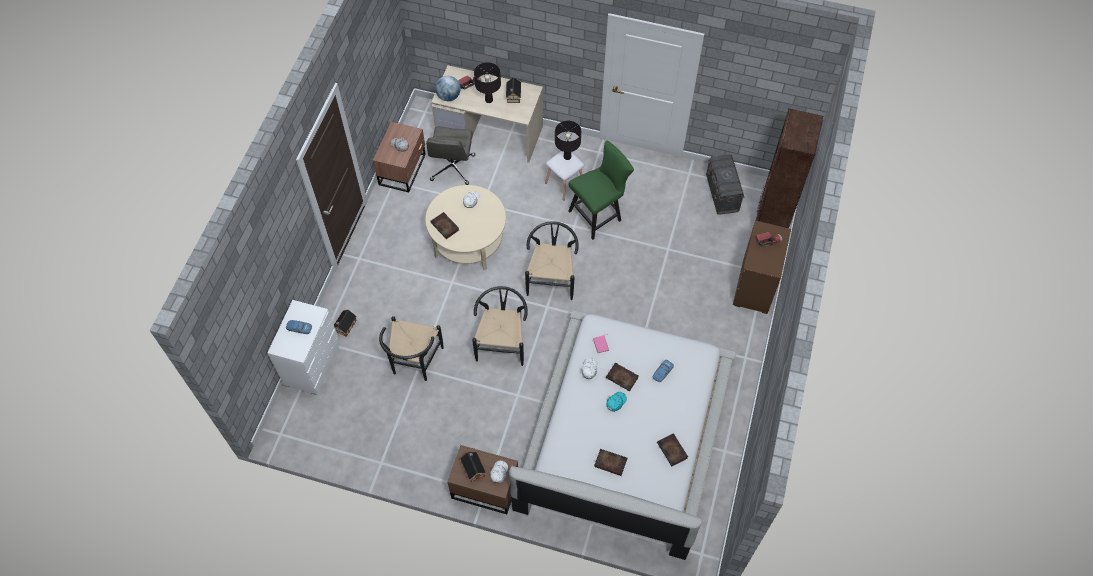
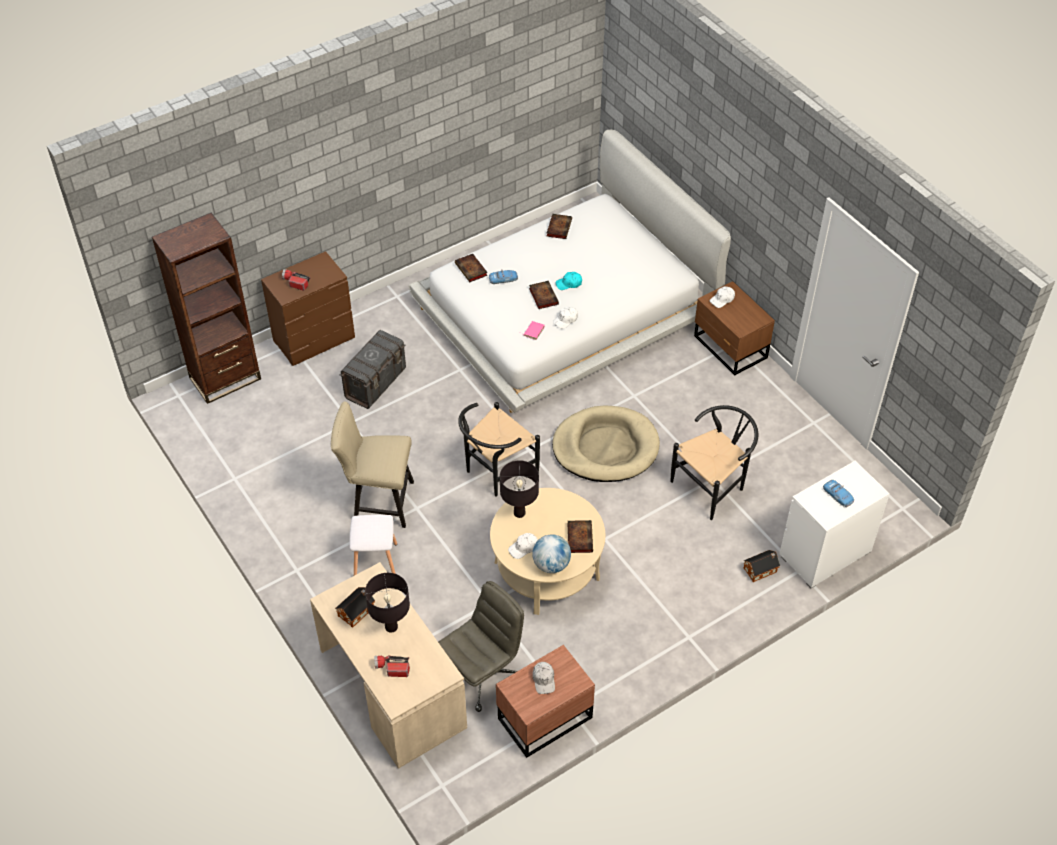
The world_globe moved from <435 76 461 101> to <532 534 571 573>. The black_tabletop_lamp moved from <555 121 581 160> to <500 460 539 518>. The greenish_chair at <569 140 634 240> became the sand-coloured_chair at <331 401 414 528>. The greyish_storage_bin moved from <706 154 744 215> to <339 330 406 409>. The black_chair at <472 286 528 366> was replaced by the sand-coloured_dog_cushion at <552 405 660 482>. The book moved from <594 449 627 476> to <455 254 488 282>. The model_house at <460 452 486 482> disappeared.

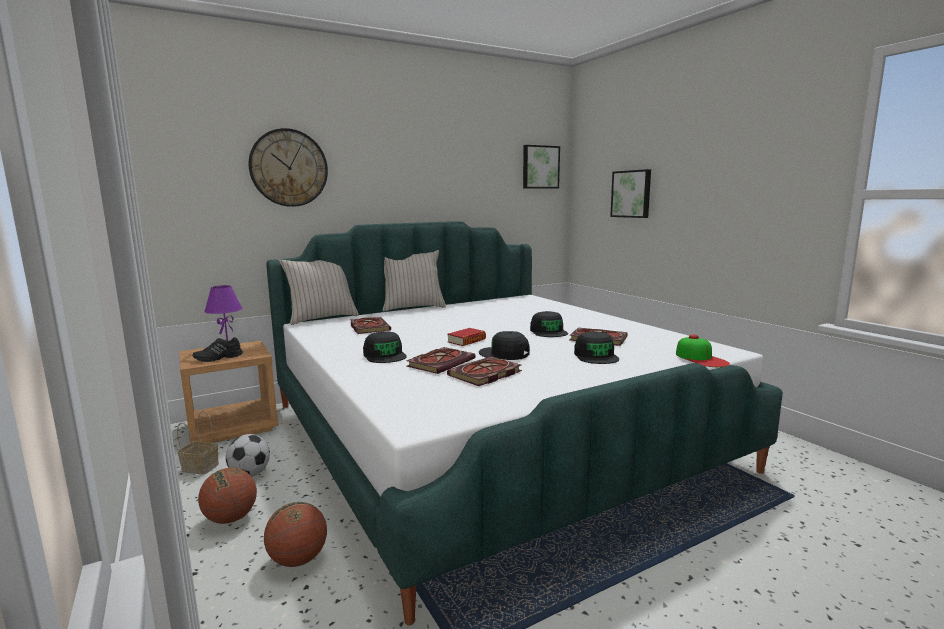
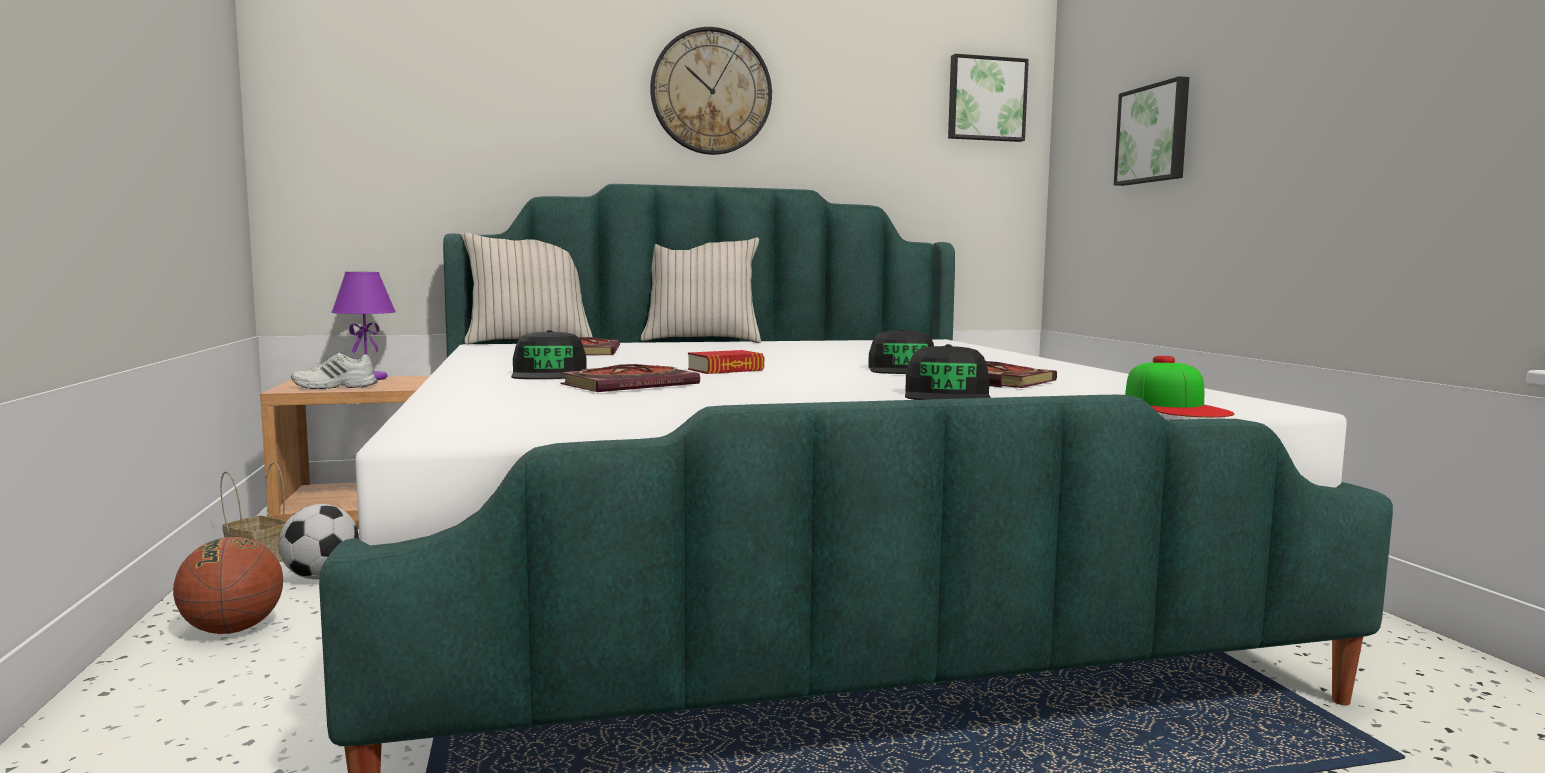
The wall_clock moved from <249 128 328 207> to <650 27 772 155>. The black_peaked_cap at <479 331 529 360> disappeared. The black_shoe at <192 337 243 362> became the white_shoe at <291 353 378 389>. The book at <447 356 522 386> disappeared. The basketball at <264 502 327 567> disappeared.

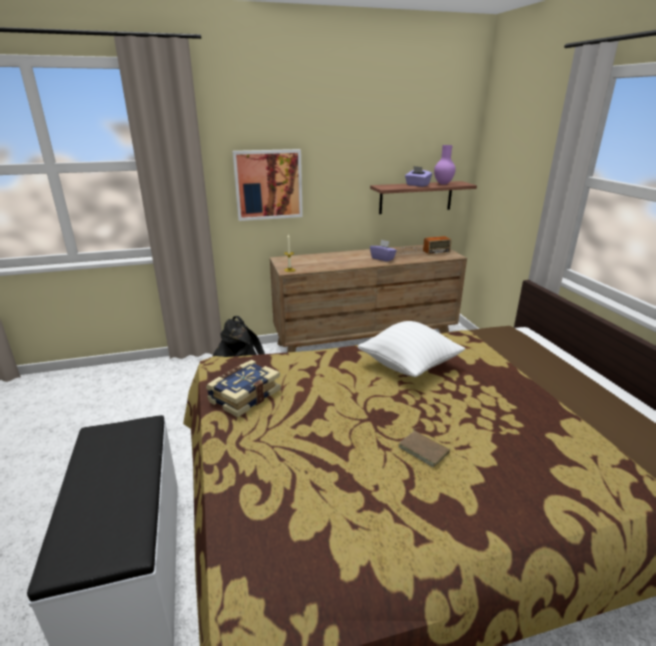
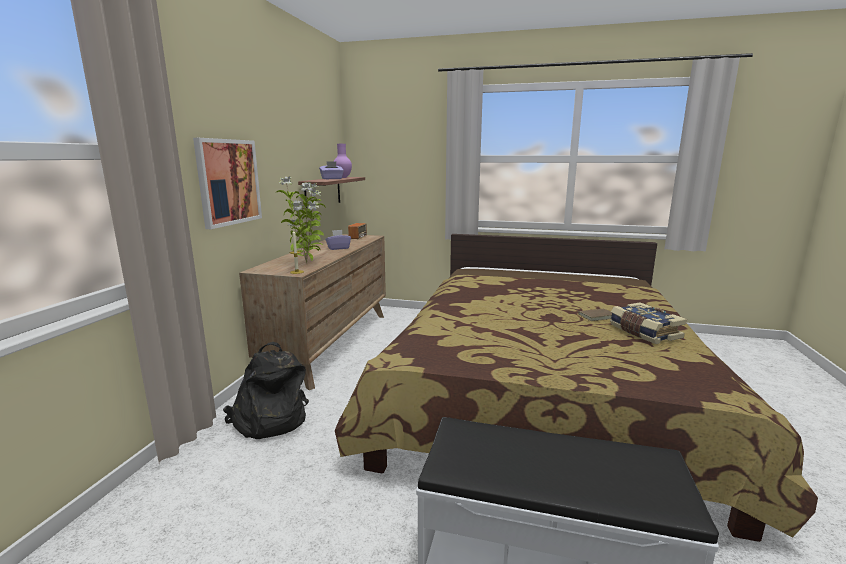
The white_pillow at <358 321 465 377> disappeared. The book moved from <206 360 281 418> to <610 302 687 344>. The plant_in_a_pot at <275 176 326 263> appeared.

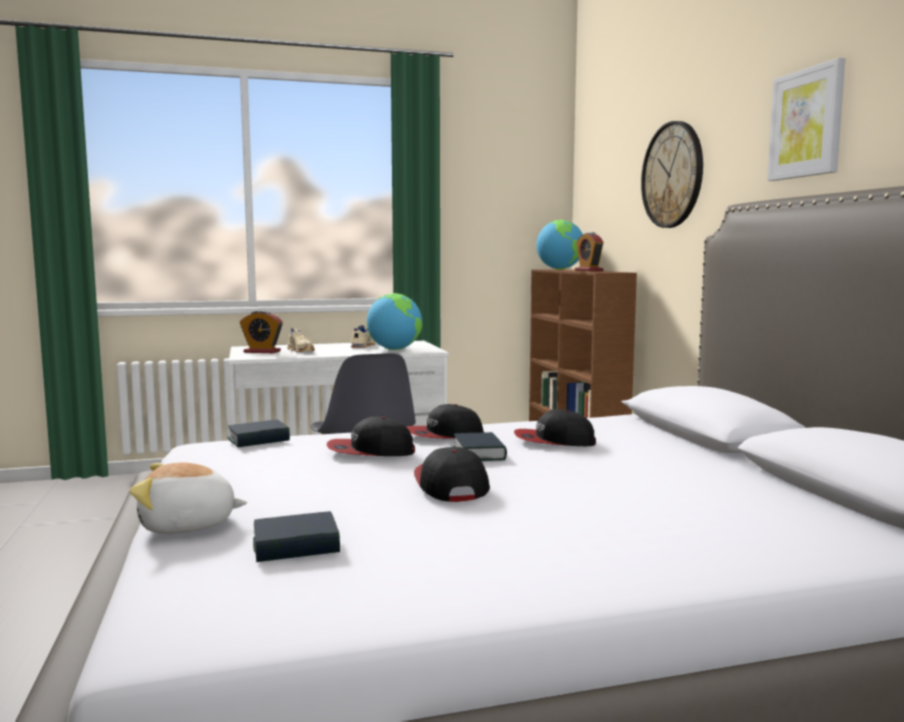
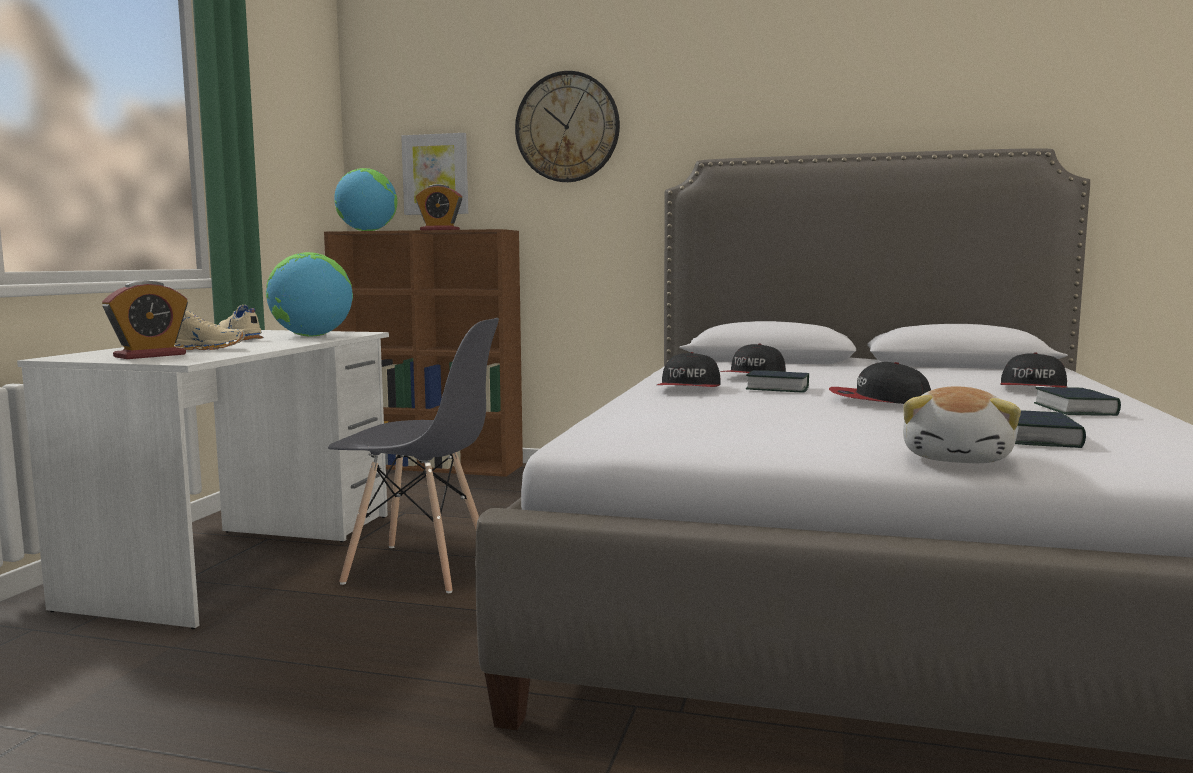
The picture moved from <767 58 845 181> to <401 133 468 215>. The peaked_cap moved from <327 417 415 456> to <1000 352 1067 387>. The book moved from <227 419 290 447> to <1034 387 1121 416>.

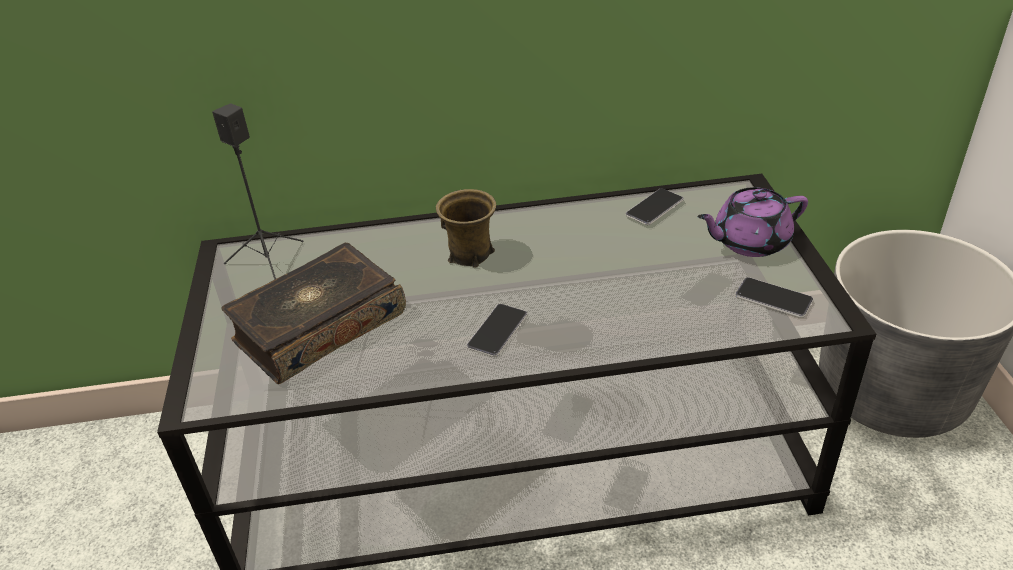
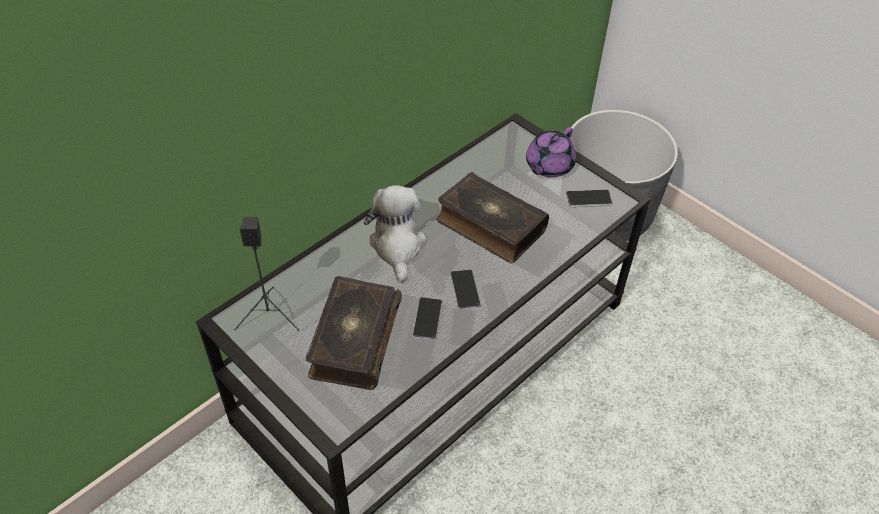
The phone moved from <626 188 684 225> to <412 297 443 340>. The brownish_coffee_mug at <436 189 496 268> was replaced by the plush_toy at <364 185 427 284>. The book at <436 172 549 263> appeared.

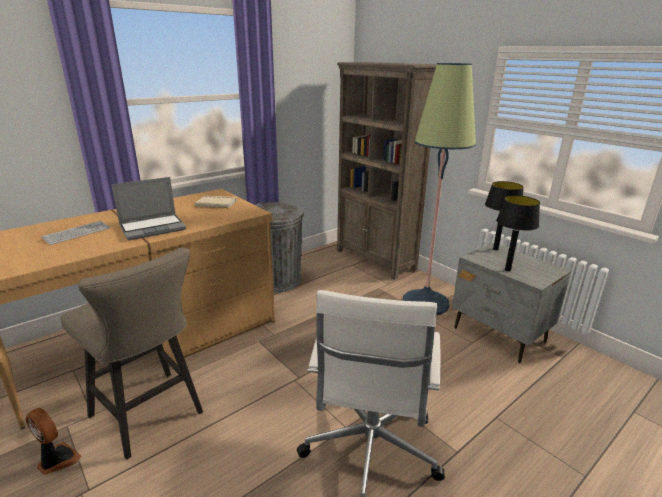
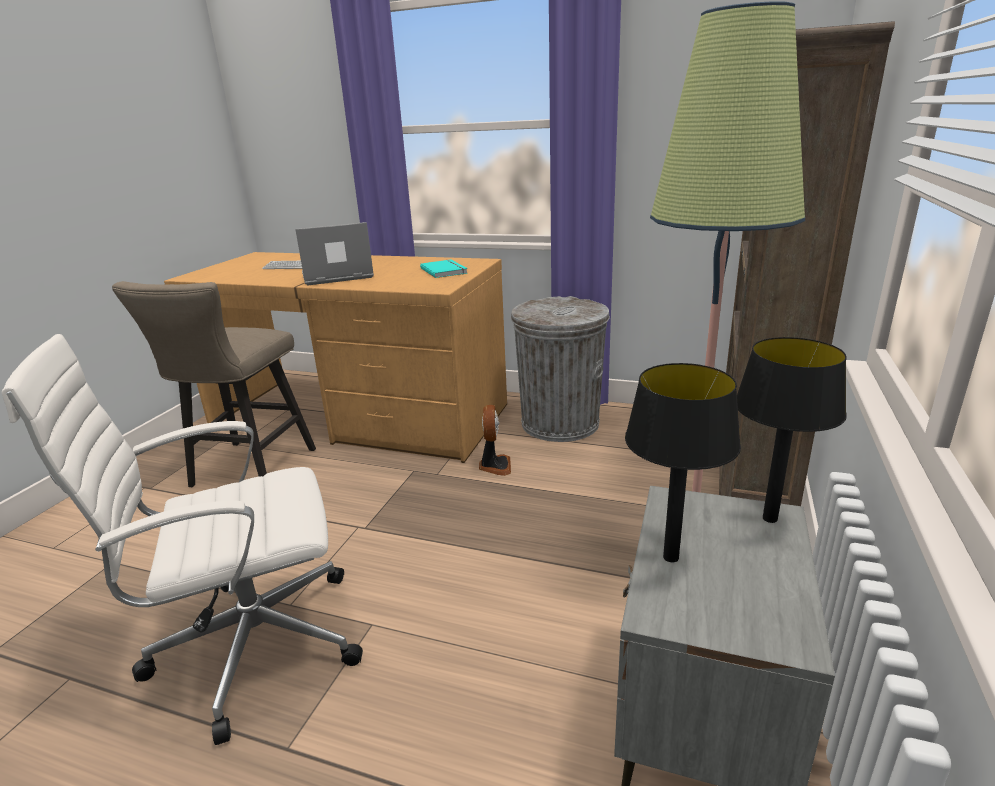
The laptop at <111 177 186 240> turned 135 degrees clockwise. The sand-coloured_book at <195 196 237 208> became the blue-green_book at <420 260 467 278>. The cooling_fan moved from <26 408 81 475> to <479 405 511 476>.

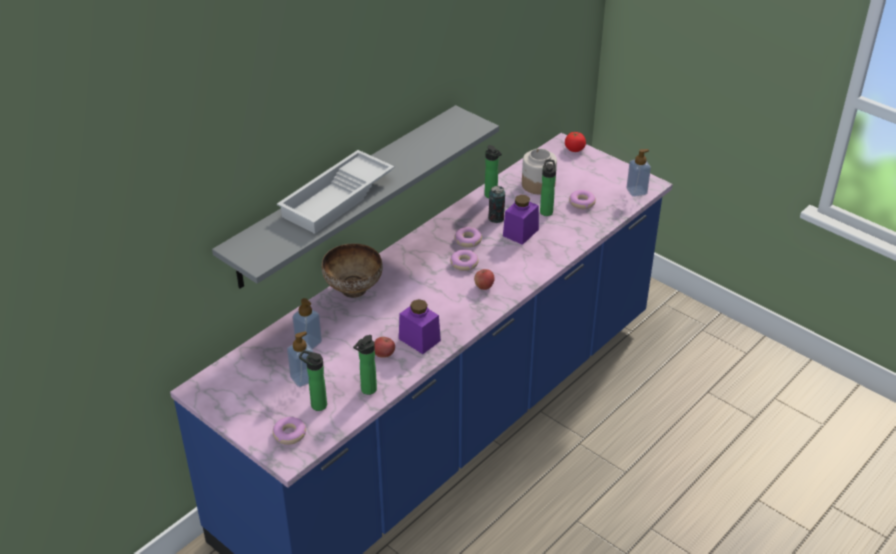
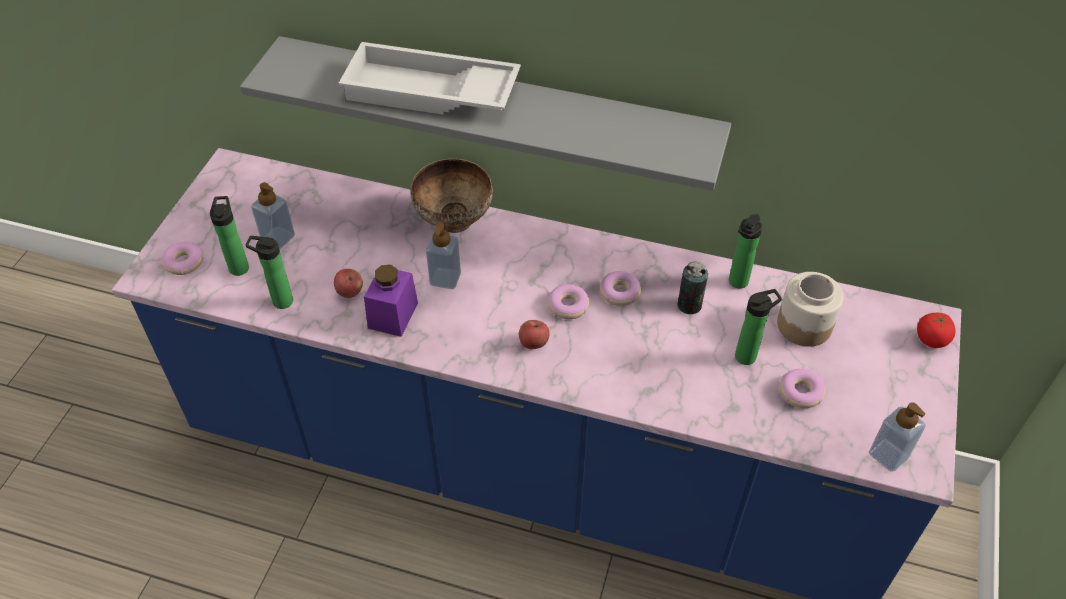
The purplish_storage_jar at <503 195 539 245> disappeared. The soap_dispenser moved from <292 298 322 350> to <426 223 461 289>.

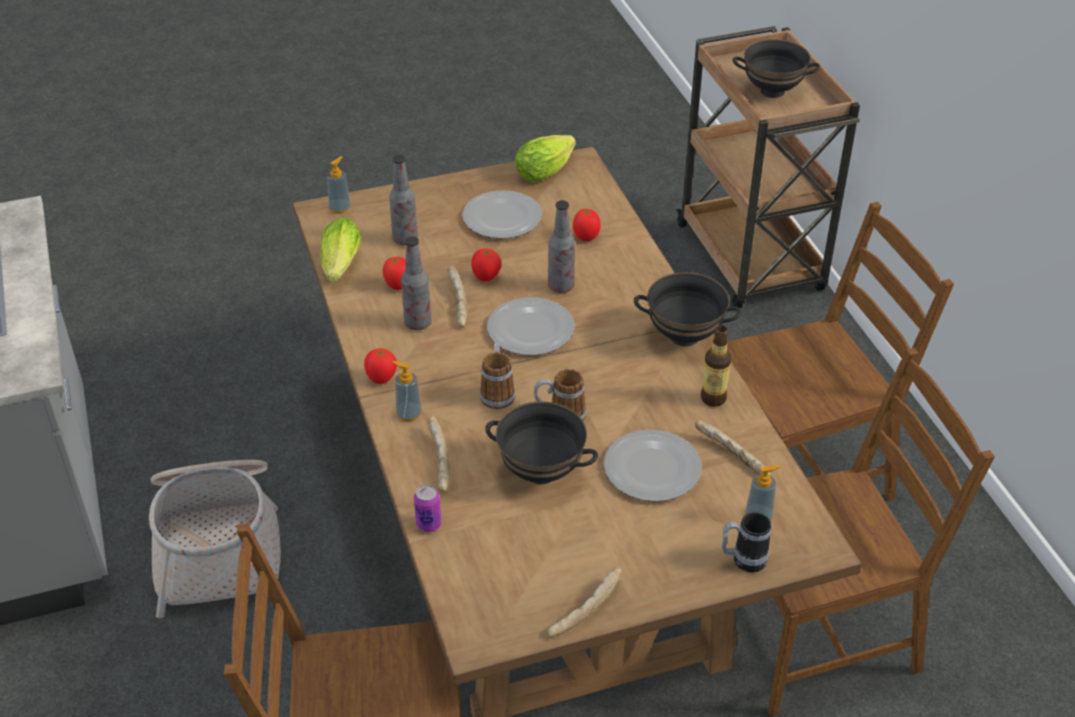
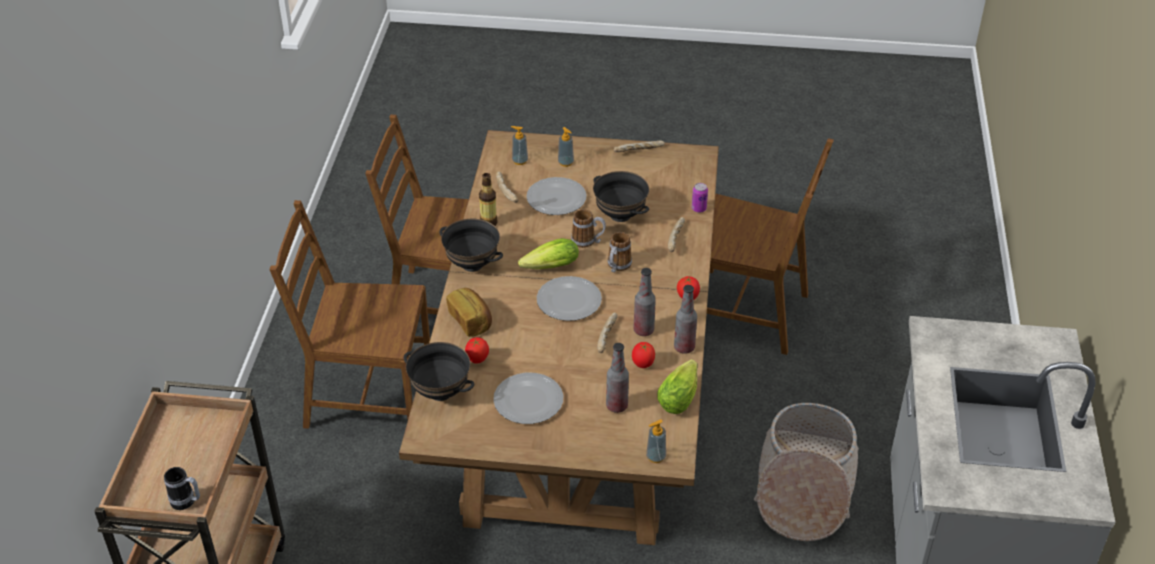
The black_bowl moved from <733 39 820 98> to <404 342 474 401>. The lettuce_head moved from <515 135 576 182> to <518 238 579 269>. The drink_bottle moved from <548 200 575 293> to <674 285 697 354>. The fresh_tomato at <471 248 501 282> disappeared. The soap_dispenser moved from <392 361 422 422> to <558 127 574 167>. The coffee_mug moved from <722 512 771 573> to <164 467 200 510>. The baked_bread at <446 288 492 337> appeared.

